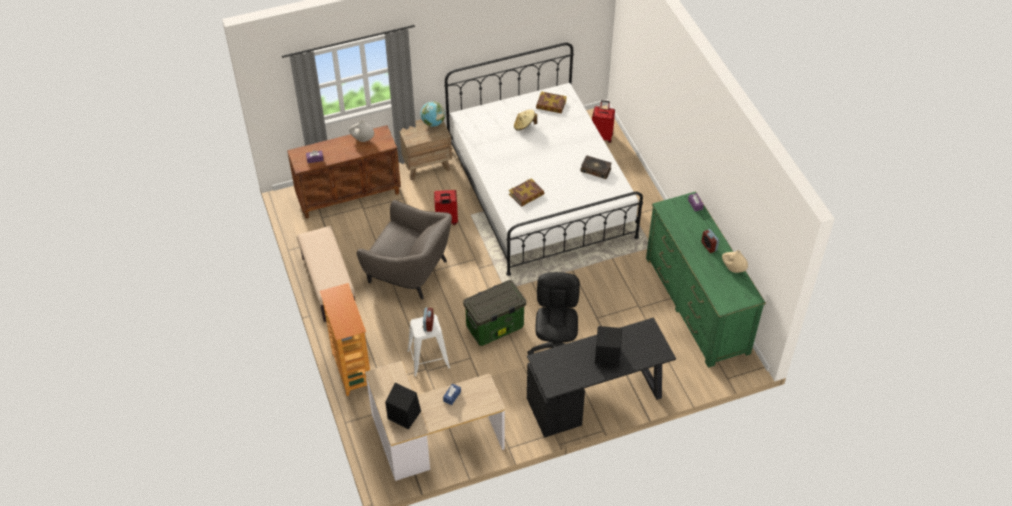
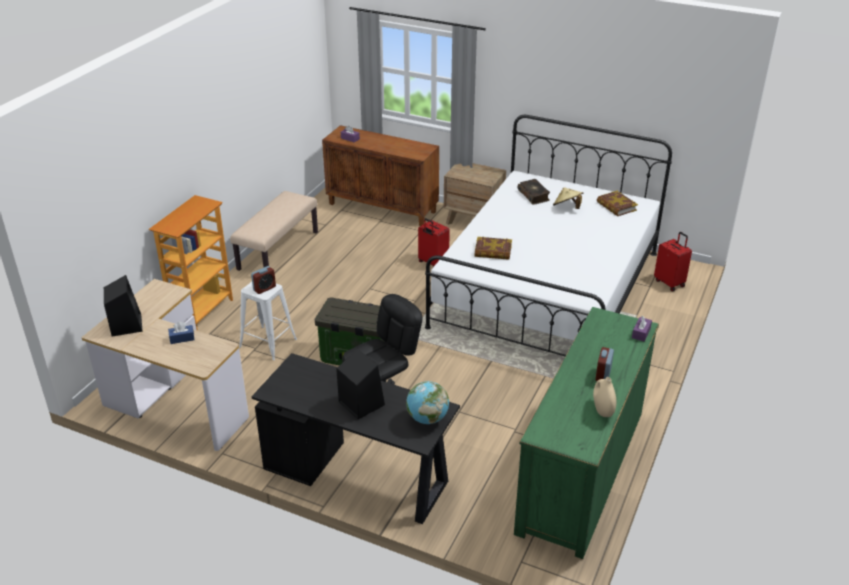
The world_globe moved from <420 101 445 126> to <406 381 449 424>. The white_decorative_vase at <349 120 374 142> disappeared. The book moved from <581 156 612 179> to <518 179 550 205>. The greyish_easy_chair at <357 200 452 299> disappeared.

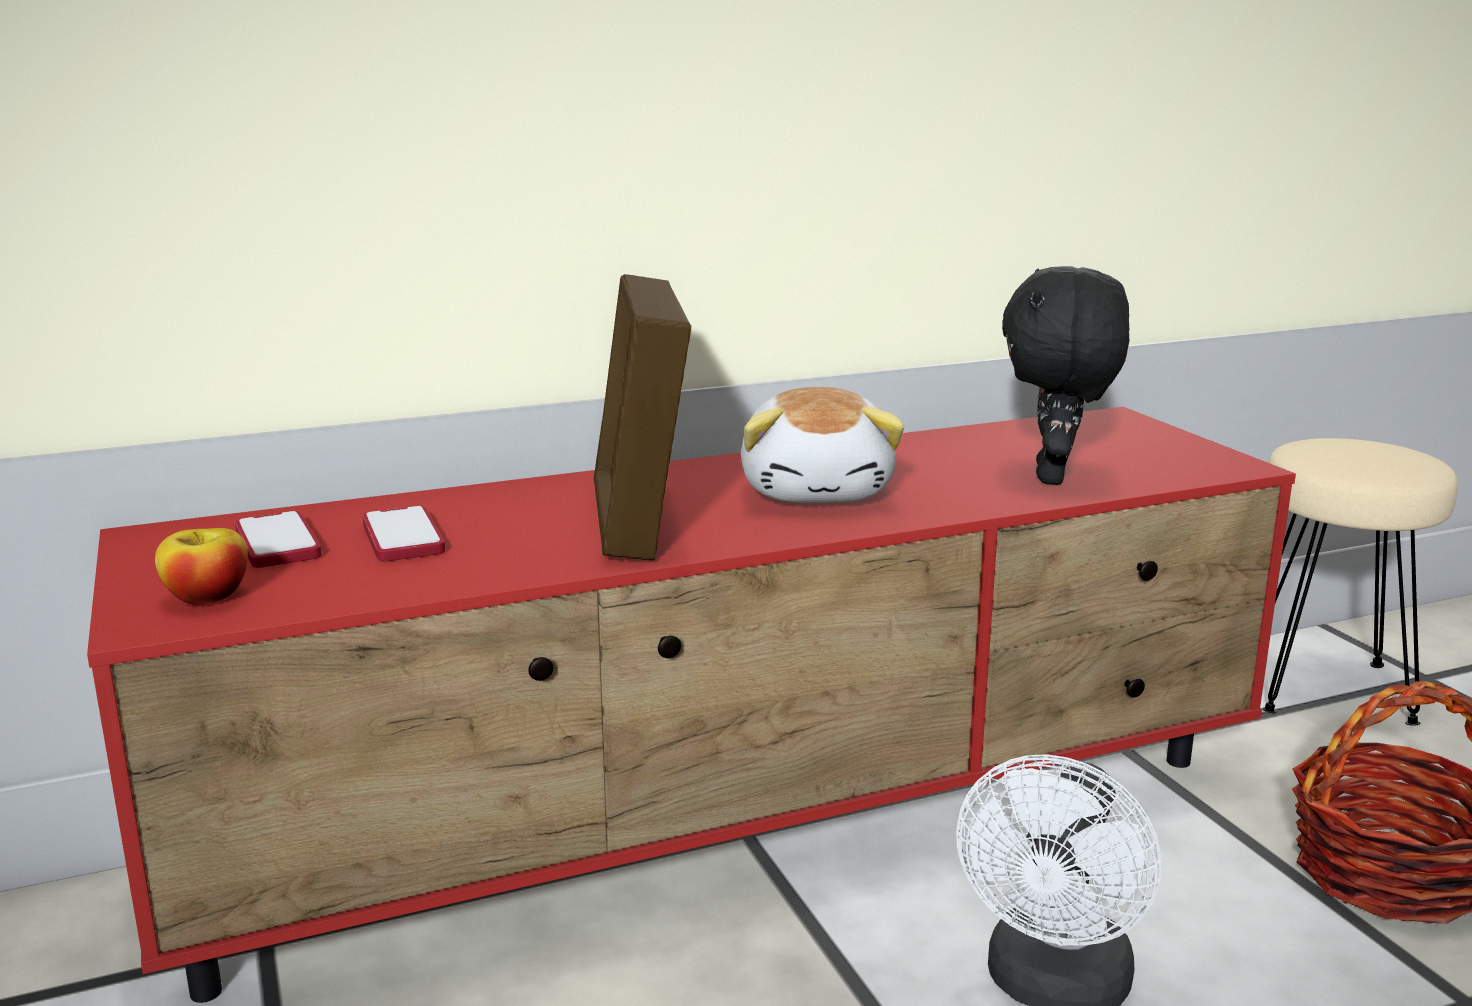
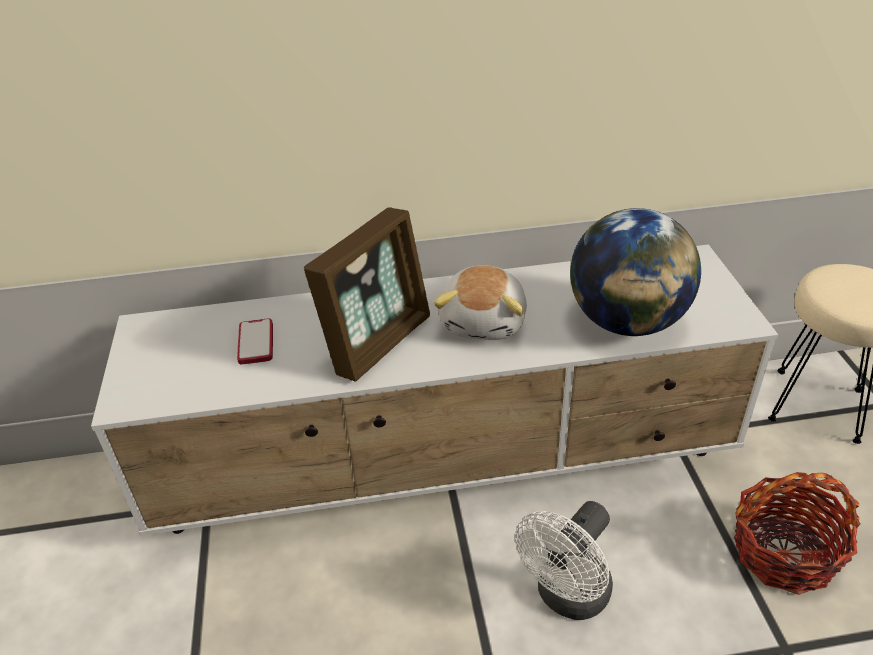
The black_plush_toy at <1002 266 1129 485> was replaced by the world_globe at <570 208 701 336>. The standing_frame at <594 274 691 561> turned 150 degrees counterclockwise. The red-coloured_tv_unit at <87 407 1296 1003> became the white_tv_unit at <91 244 778 536>. The phone at <235 511 322 568> disappeared. The apple_fruit at <155 528 248 605> disappeared.

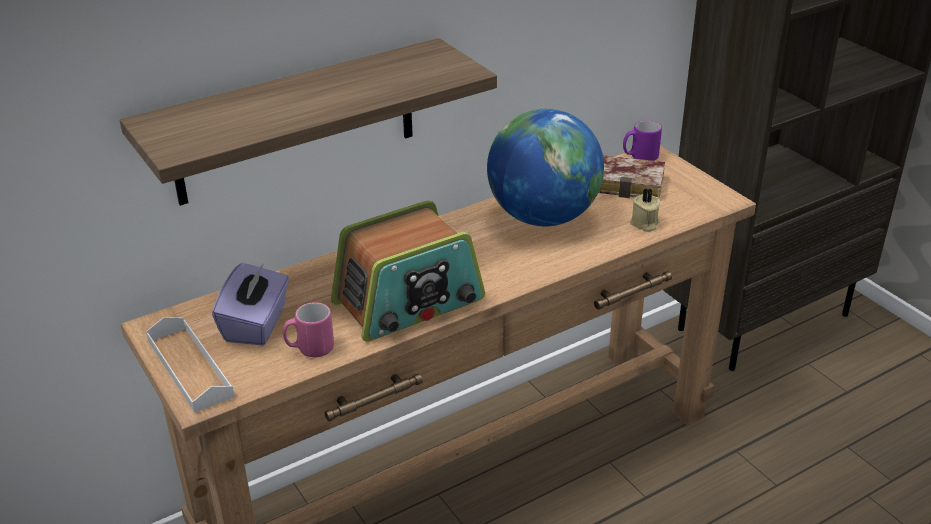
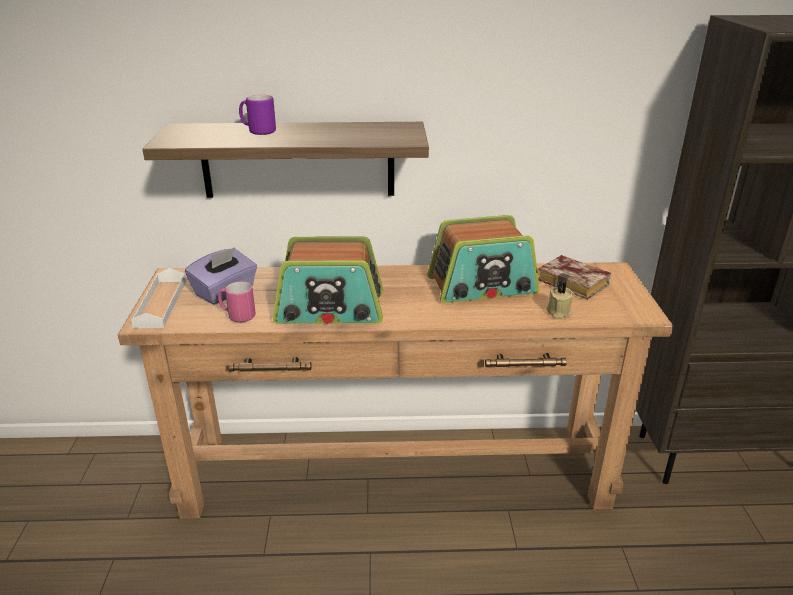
The world_globe at <487 109 604 226> was replaced by the radio_set at <427 215 540 303>. The purplish_coffee_mug moved from <623 120 662 161> to <239 95 276 135>.

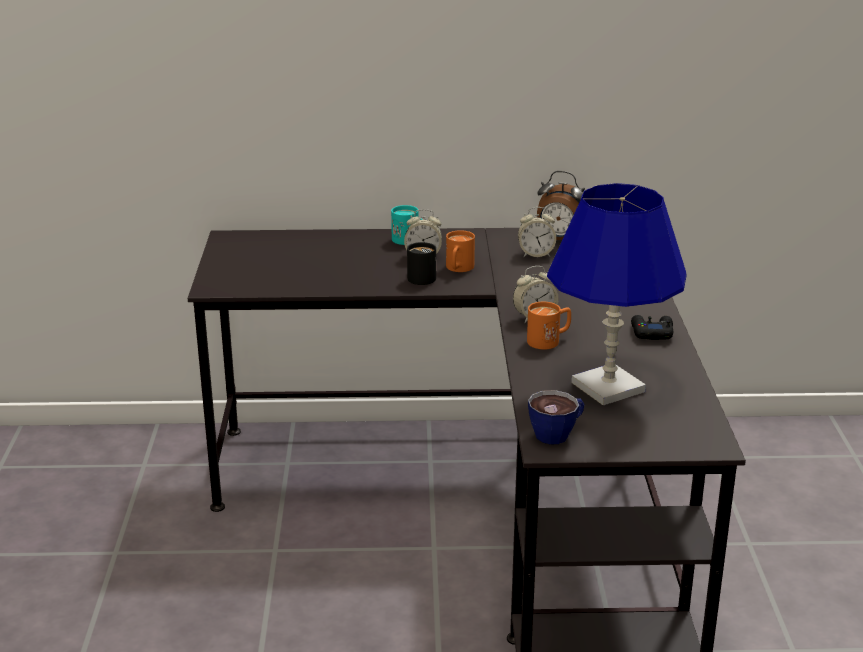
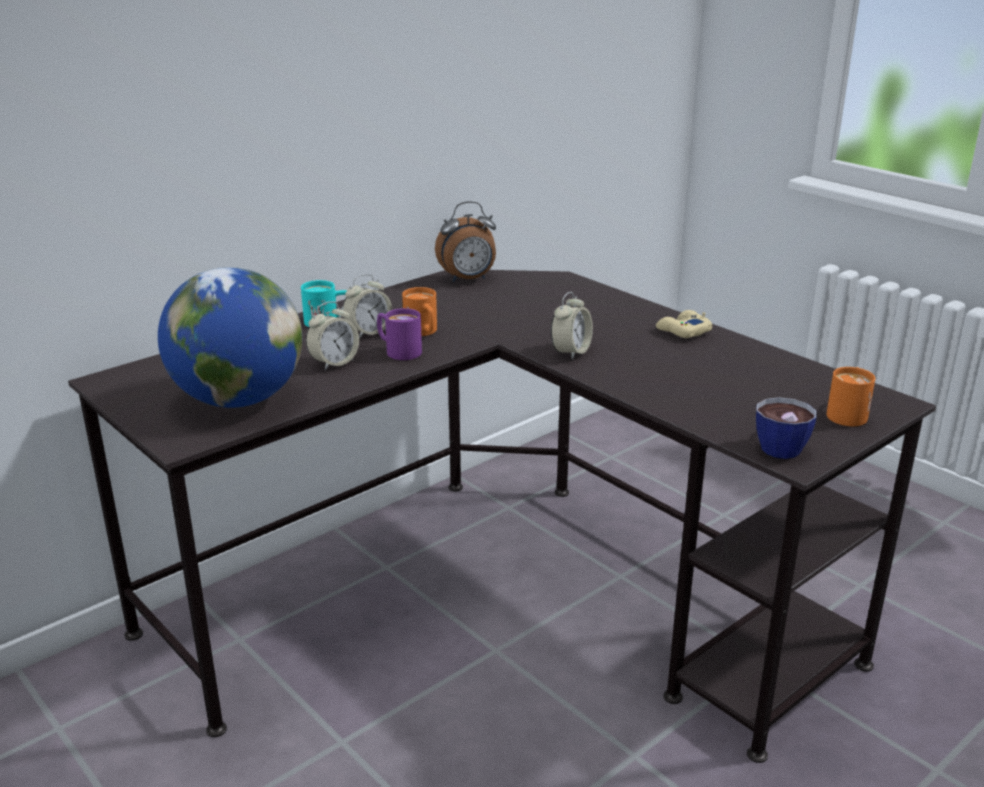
The blue-coloured_tabletop_lamp at <547 183 686 405> disappeared. The table_clock moved from <518 207 556 257> to <306 301 359 370>. The black_coffee_mug at <407 242 436 285> became the purplish_coffee_mug at <377 308 422 360>. The orange_coffee_mug moved from <527 302 571 349> to <827 367 875 426>. The black_game_controller at <631 315 673 340> became the sand-coloured_game_controller at <656 310 712 338>. The world_globe at <158 267 302 408> appeared.

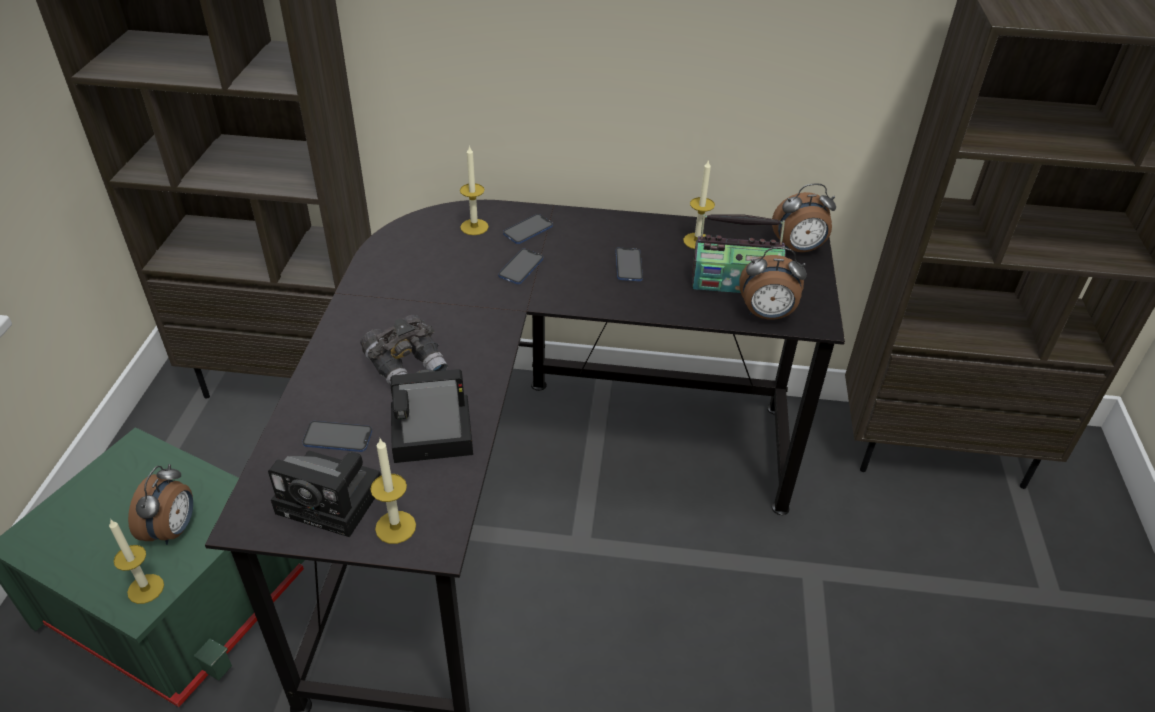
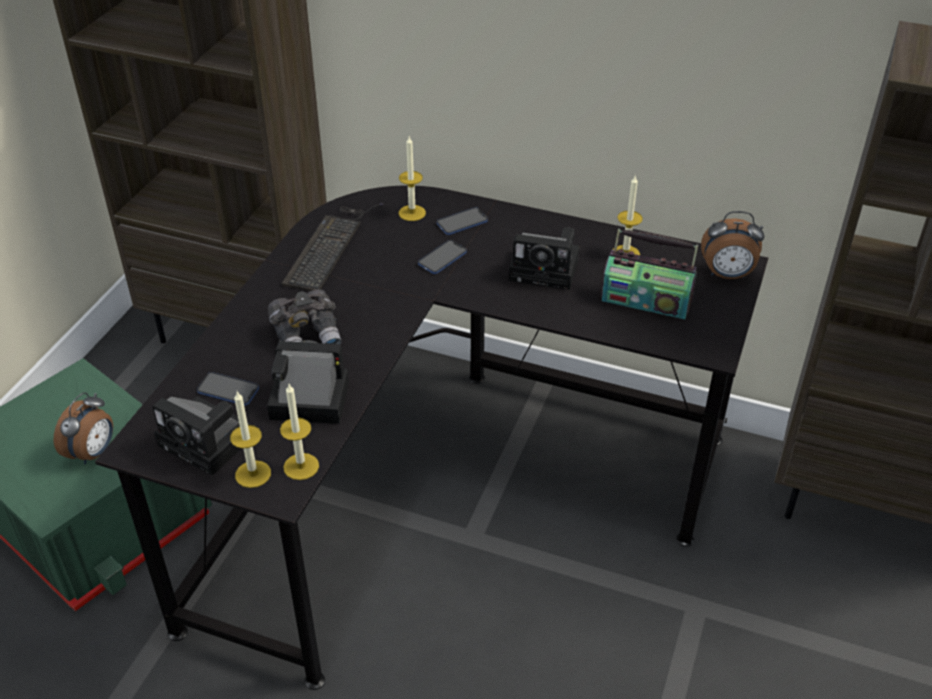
The table_clock at <740 247 807 320> disappeared. The phone at <616 248 643 281> was replaced by the photo_camera at <509 227 579 290>. The wax_candle moved from <109 519 164 604> to <280 384 319 480>. The keyboard at <282 203 384 291> appeared.

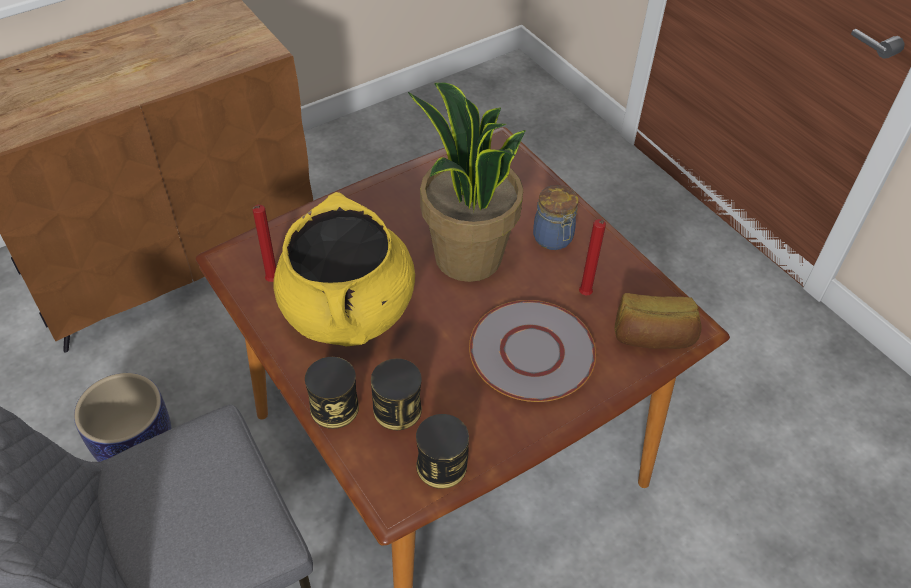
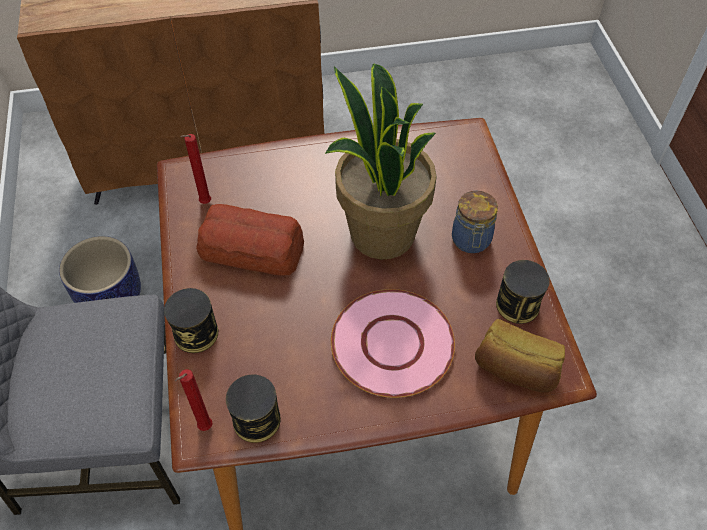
The yellow-coloured_saucepot at <274 192 415 346> was replaced by the baked_bread at <196 204 304 276>. The red-coloured_wax_candle moved from <579 219 606 295> to <175 369 212 431>. The greyish_dinner_plate at <469 300 596 402> became the pink-coloured_dinner_plate at <331 289 455 398>. The metal_can moved from <371 358 422 430> to <496 260 550 324>.

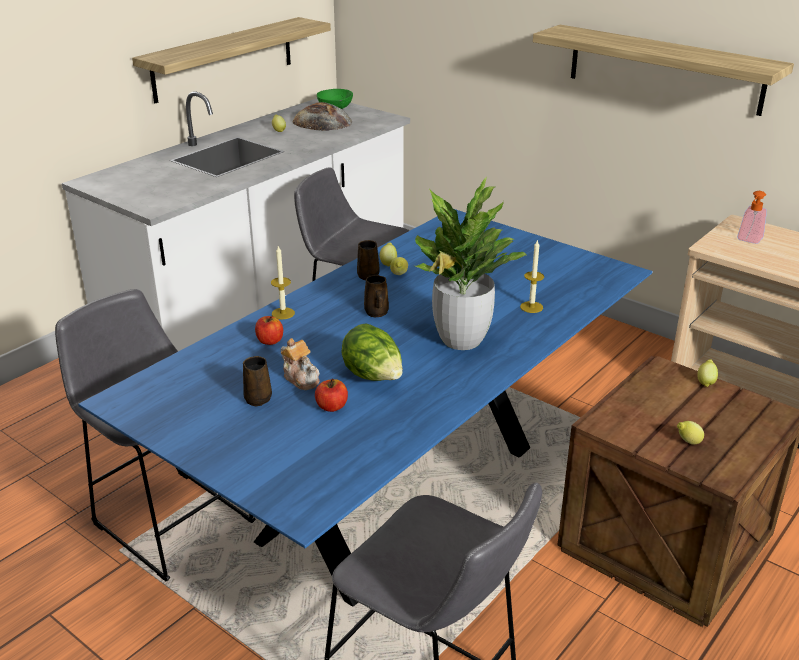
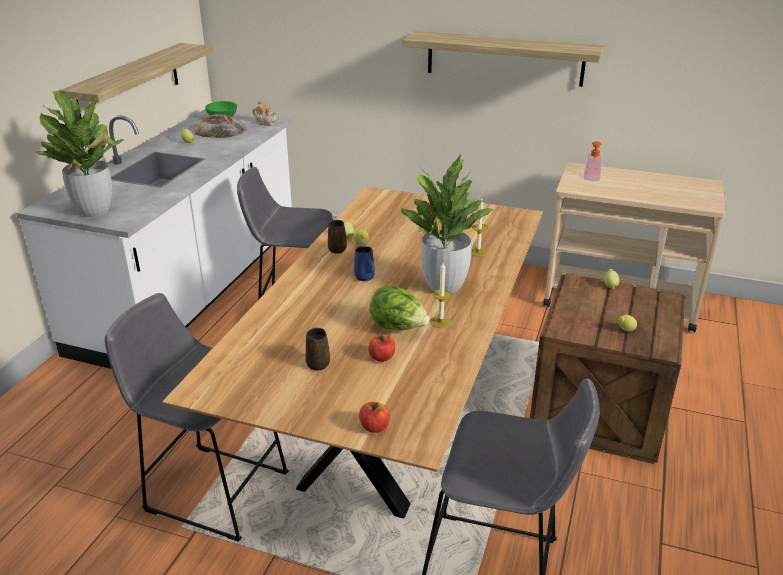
The blue-coloured_dining_table at <78 209 653 606> became the brownish_dining_table at <162 187 543 518>. The wax_candle moved from <271 246 295 320> to <430 263 451 328>. The brownish_coffee_mug at <364 275 389 317> became the blue-coloured_coffee_mug at <354 246 375 281>. The apple_fruit moved from <255 316 283 345> to <359 402 390 433>. The pot_for_tea moved from <281 338 320 390> to <252 100 277 126>. The plant_in_a_pot at <34 91 124 217> appeared.

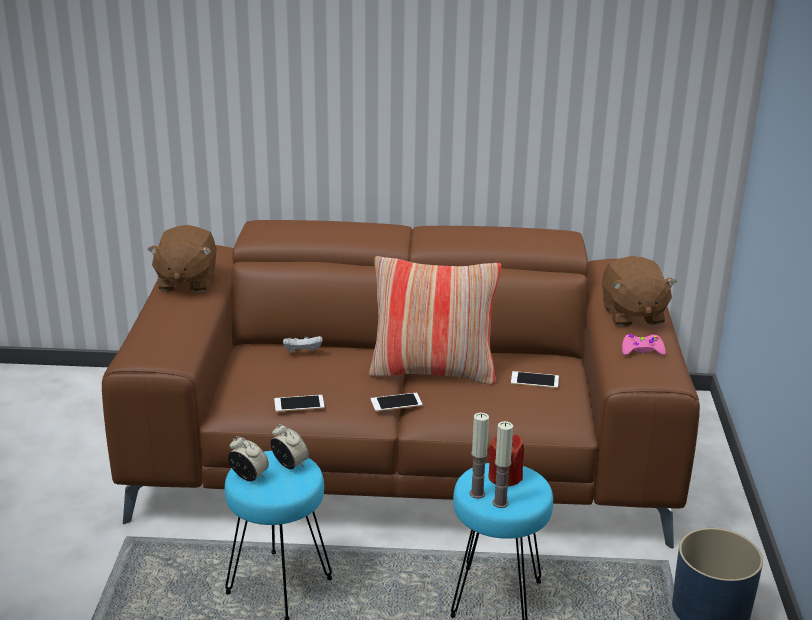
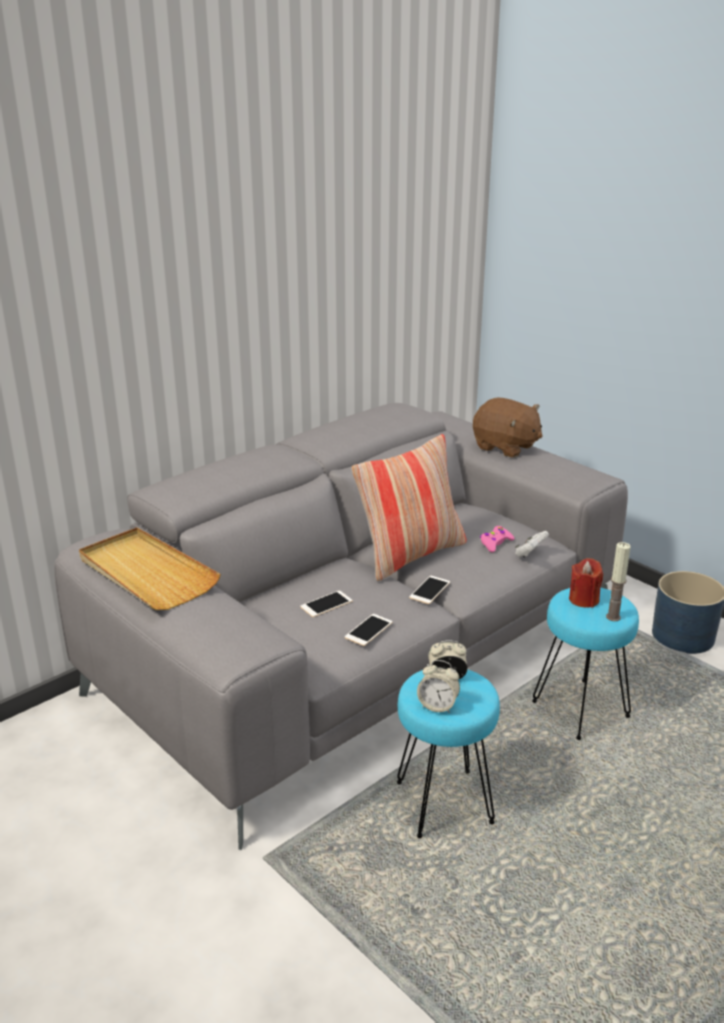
The brownish_settee at <102 220 700 549> became the greyish_settee at <54 403 628 850>. The brownish_plush_toy at <148 225 217 292> was replaced by the sand-coloured_tray at <79 527 221 610>. The pink-coloured_game_controller moved from <622 334 666 356> to <480 526 515 552>. The white_game_controller moved from <283 336 323 353> to <515 531 549 557>. The phone moved from <511 371 559 388> to <300 591 352 617>. The wax_candle at <469 413 489 499> disappeared. The table_clock at <228 436 269 481> turned 150 degrees counterclockwise.

